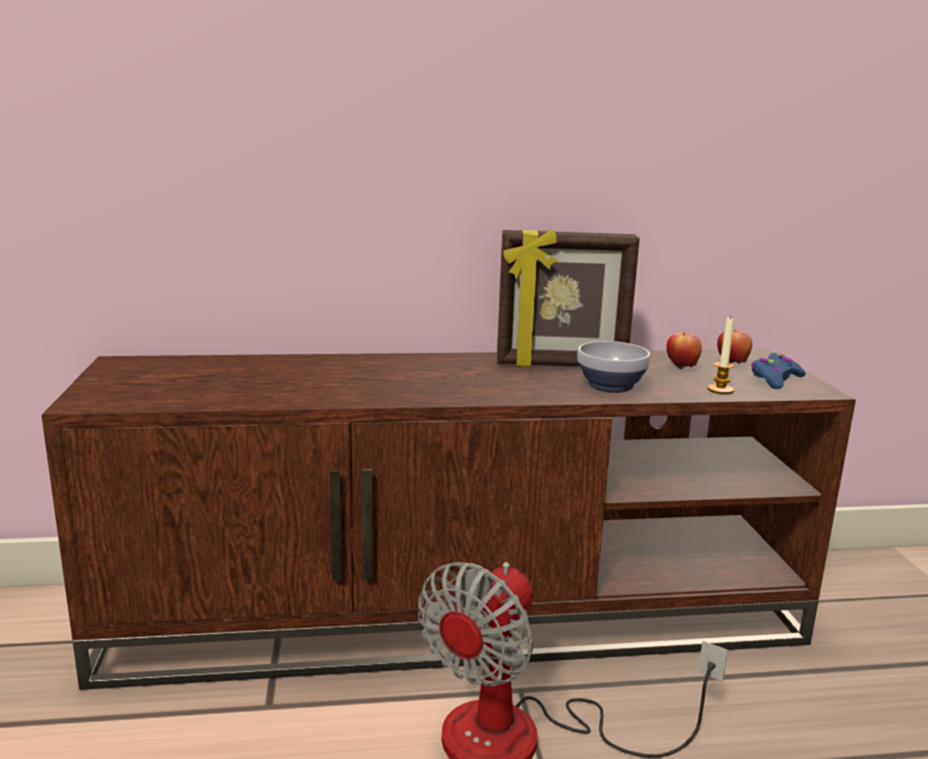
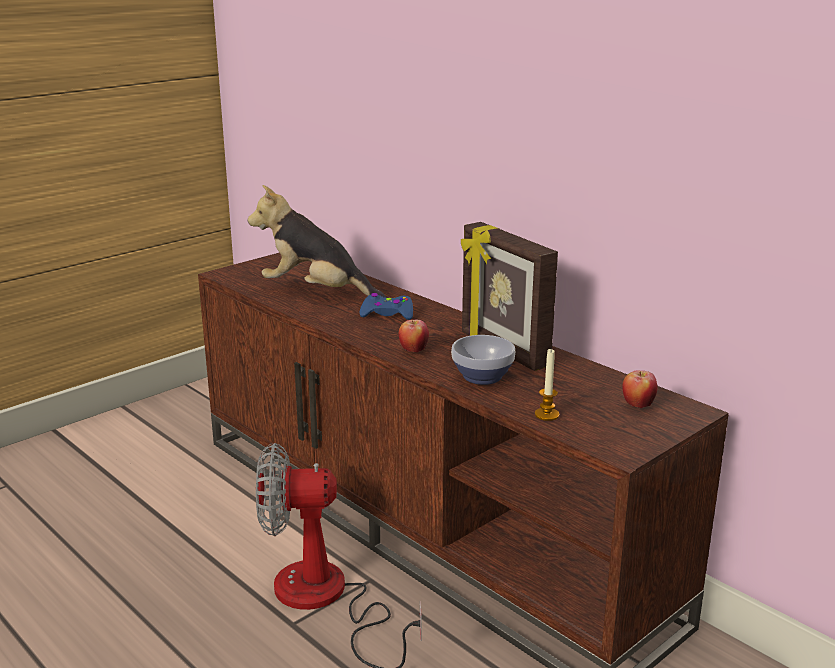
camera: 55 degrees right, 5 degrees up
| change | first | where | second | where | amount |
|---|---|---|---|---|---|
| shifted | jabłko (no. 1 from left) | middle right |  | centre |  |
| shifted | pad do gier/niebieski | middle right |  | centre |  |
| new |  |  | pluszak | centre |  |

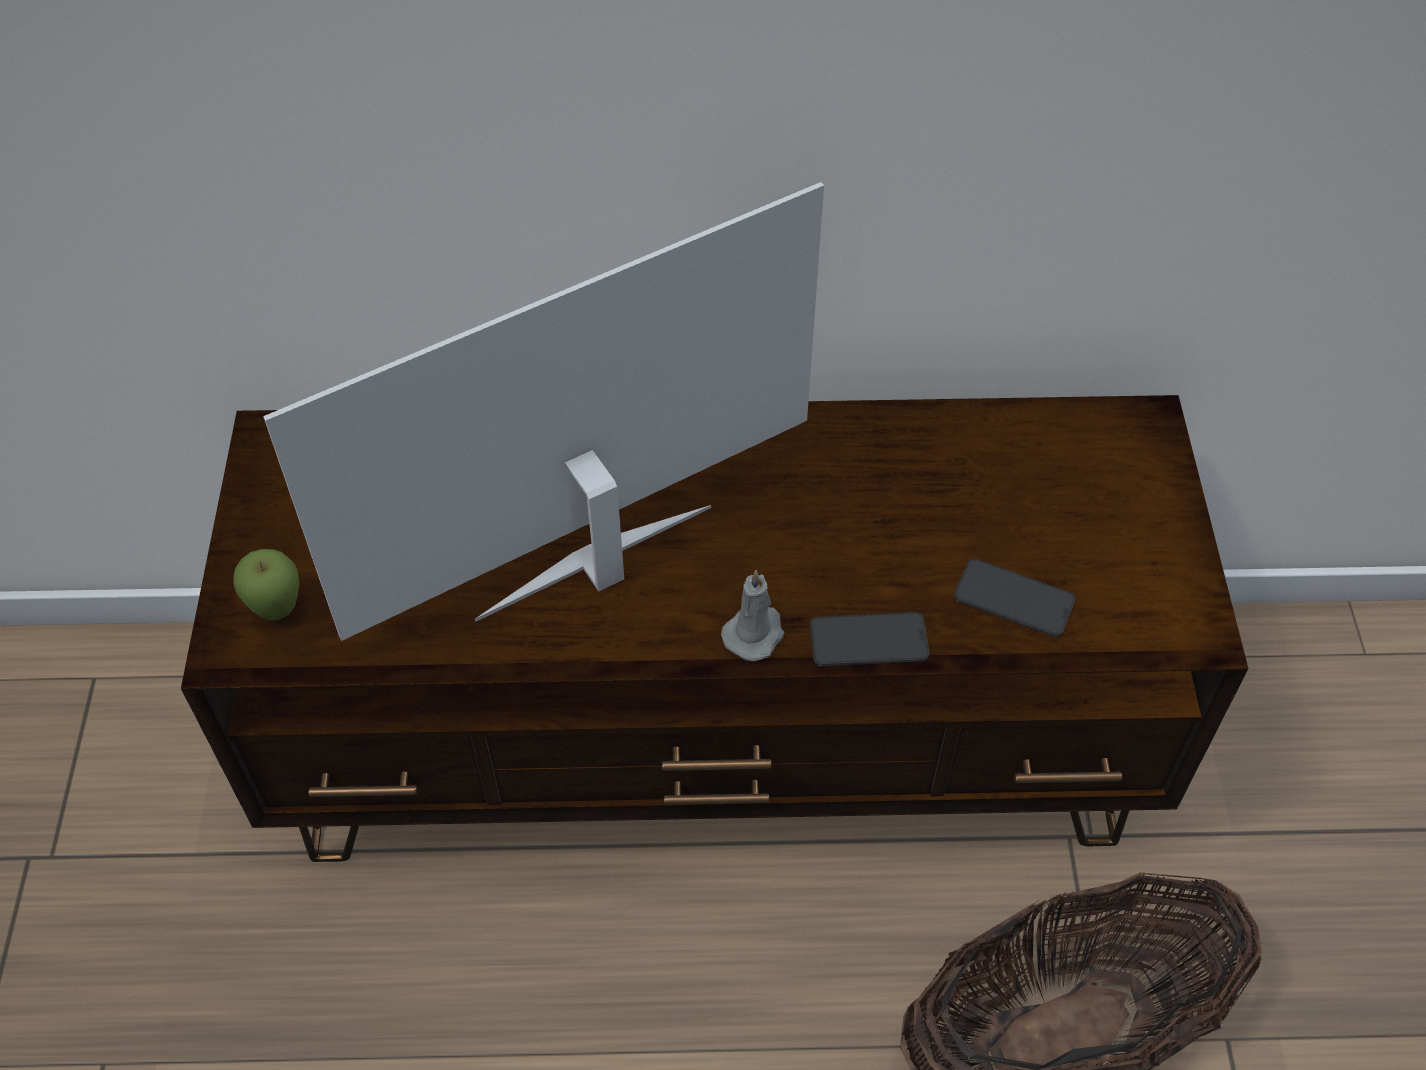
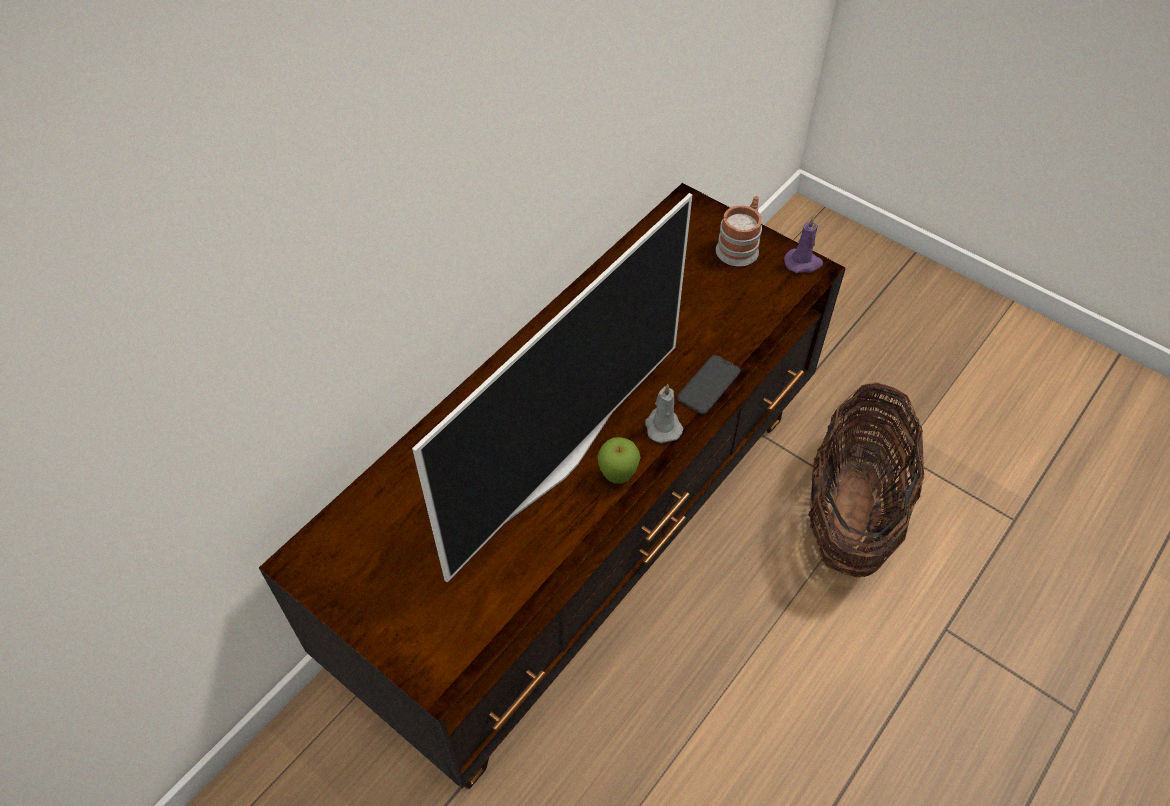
camera: 50 degrees left, 0 degrees up
| change | first | where | second | where | amount |
|---|---|---|---|---|---|
| shifted | jabłko | middle left |  | centre |  |
| rotated | telewizor | centre |  | centre | 150 degrees counterclockwise |
| gone | telefon (no. 2 from left) | middle right |  |  |  |
| new |  |  | kubek | top centre |  |
| new |  |  | świeca/fioletowy | top right |  |

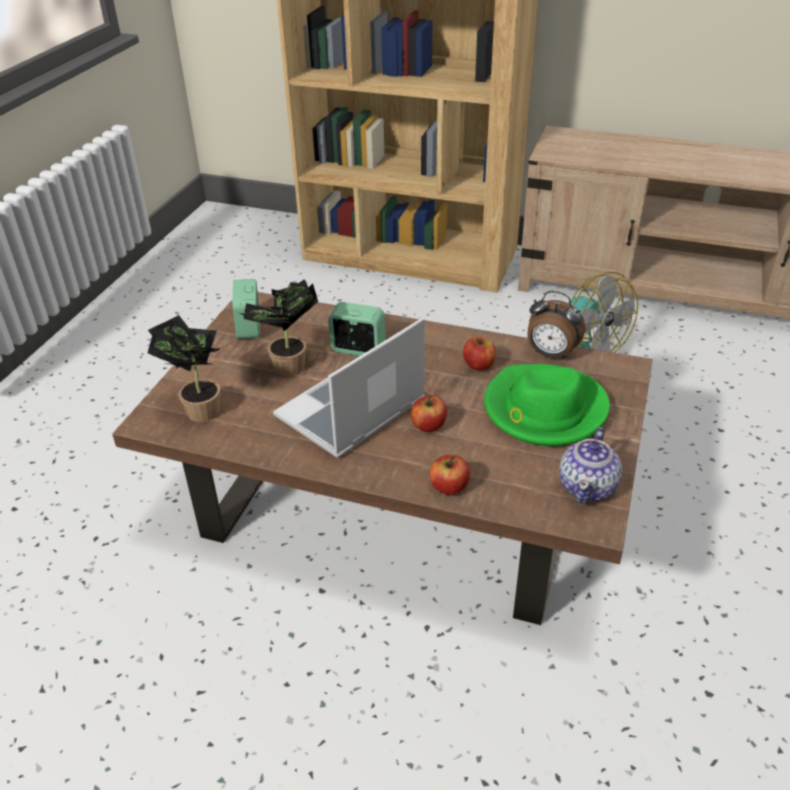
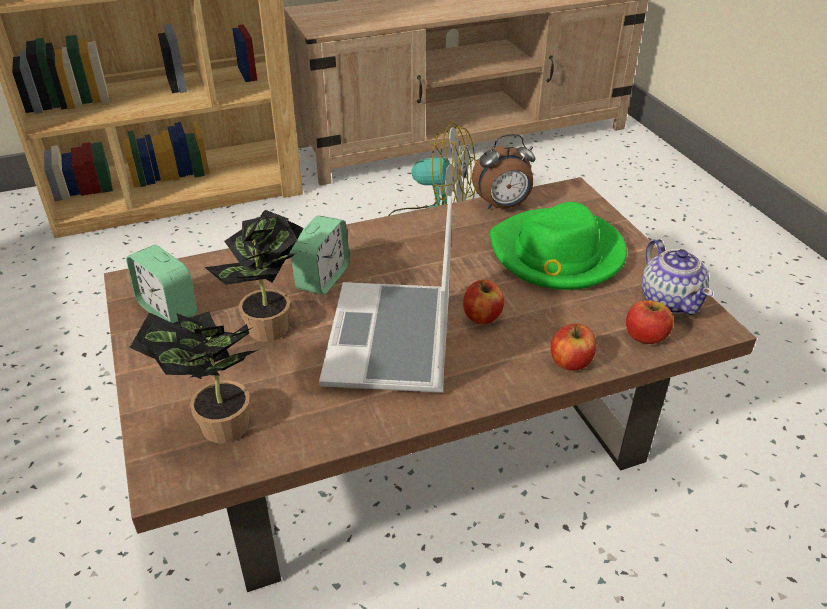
camera: 40 degrees left, 0 degrees up
| change | first | where | second | where | amount |
|---|---|---|---|---|---|
| rotated | budzik (no. 2 from left) | centre |  | centre | 135 degrees clockwise |
| shifted | jabłko (no. 3 from left) | centre |  | middle right |  |

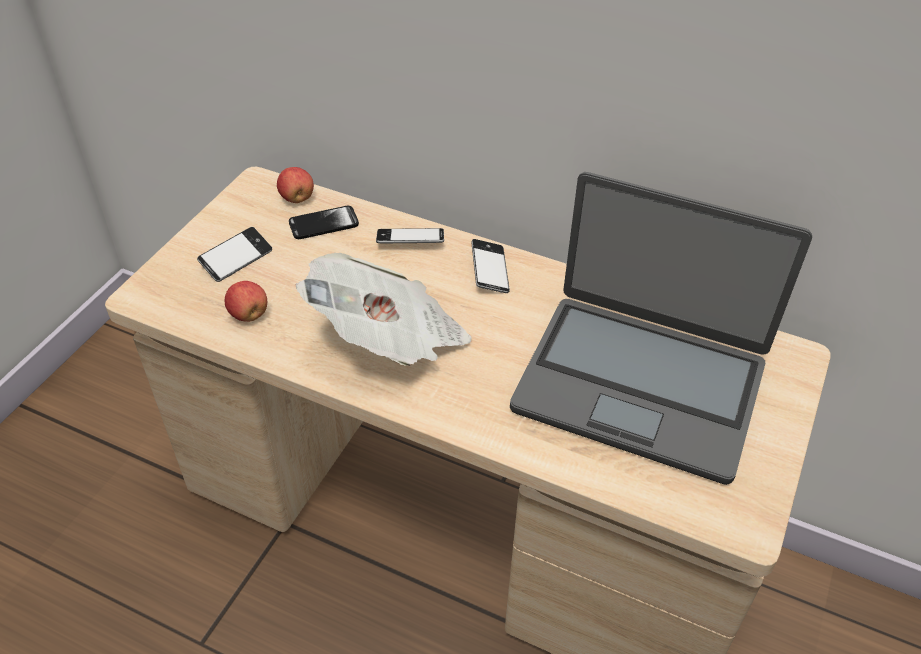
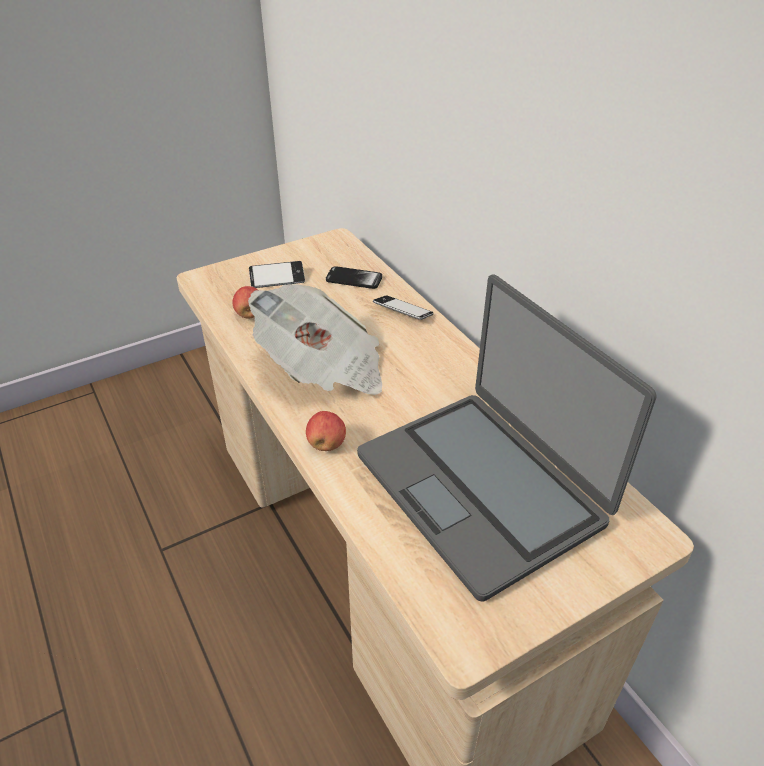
camera: 35 degrees right, 5 degrees down
| change | first | where | second | where | amount |
|---|---|---|---|---|---|
| shifted | jabłko (no. 2 from left) | top left |  | centre |  |
| gone | telefon (no. 4 from left) | centre |  |  |  |

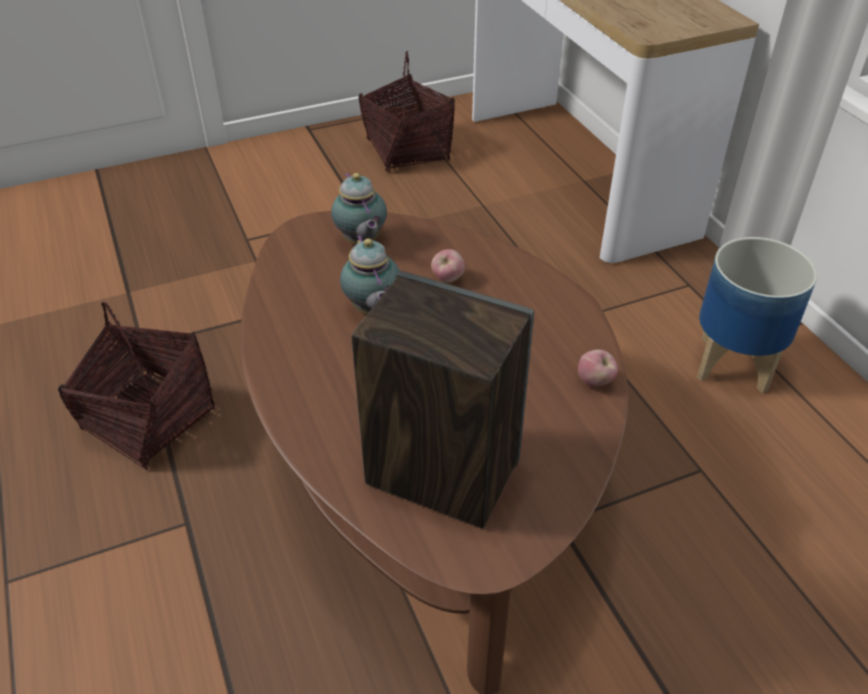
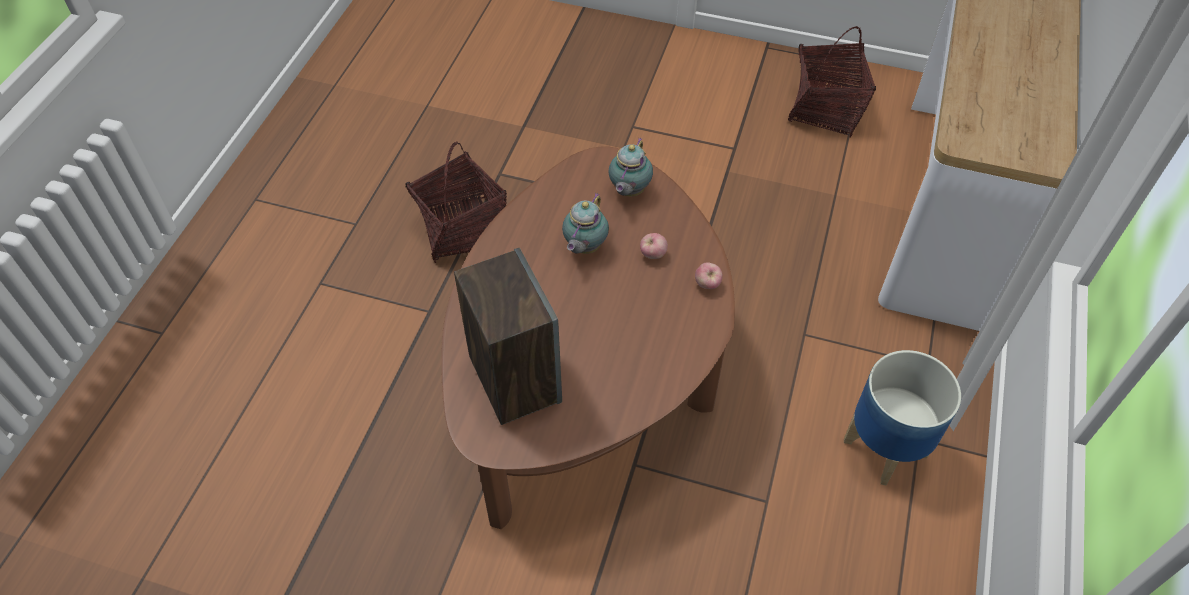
camera: 40 degrees right, 10 degrees up
| change | first | where | second | where | amount |
|---|---|---|---|---|---|
| shifted | jabłko (no. 2 from left) | middle right |  | centre |  |

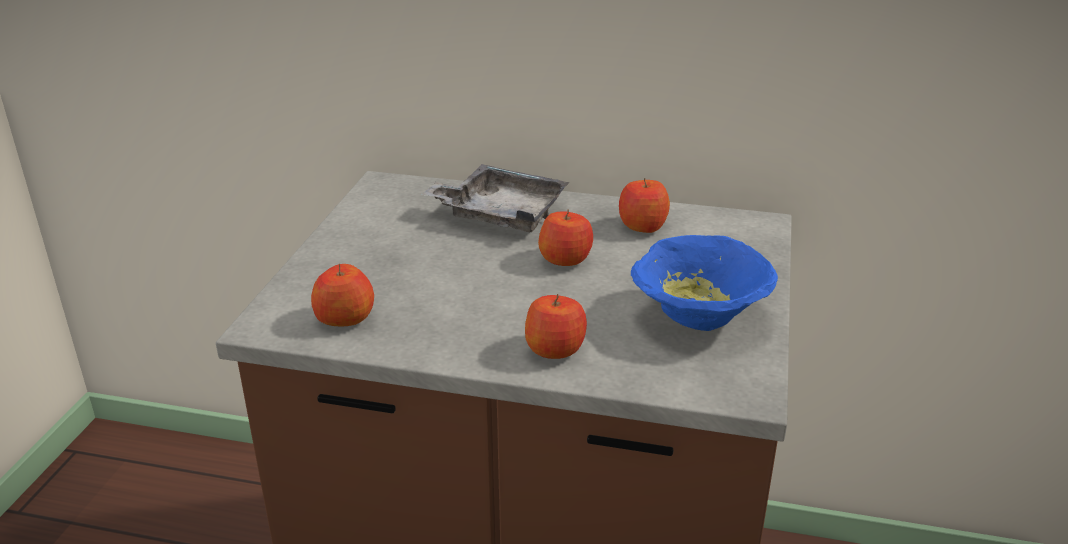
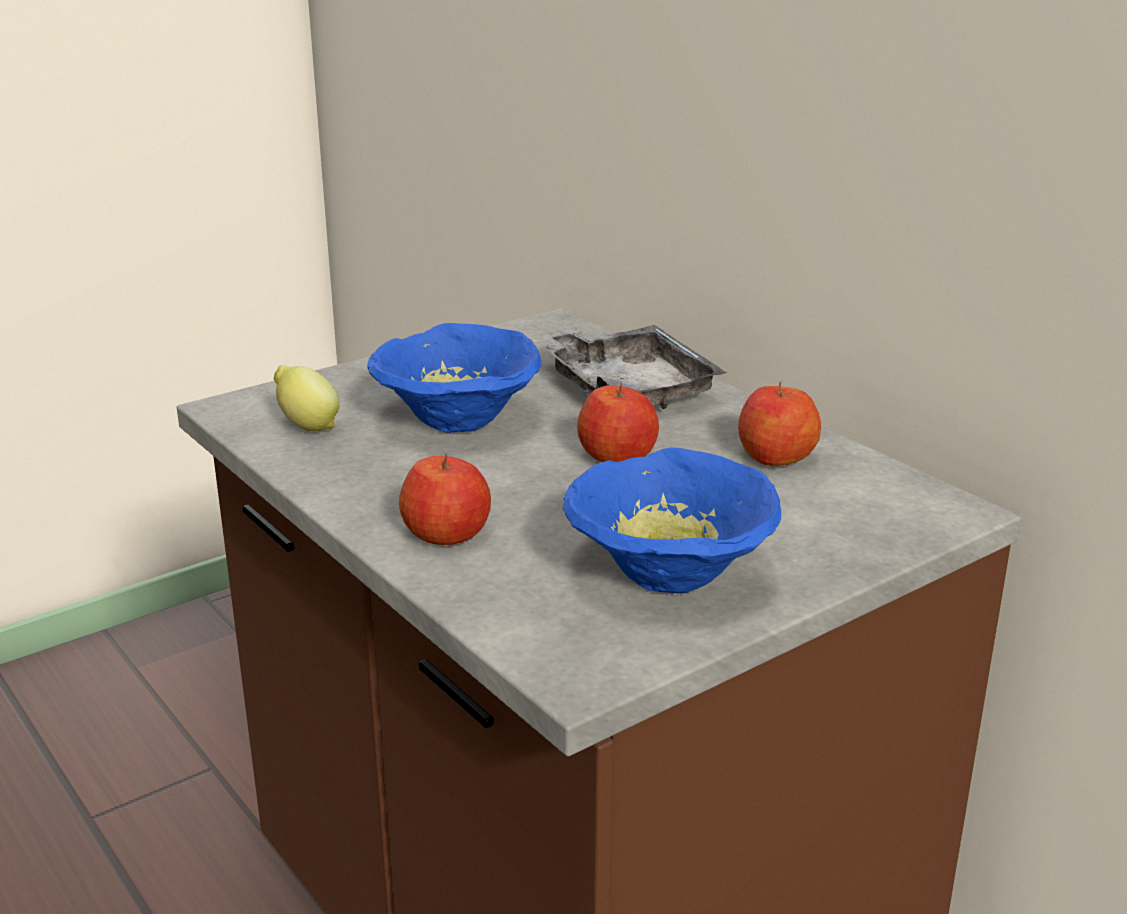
camera: 40 degrees right, 5 degrees down
| change | first | where | second | where | amount |
|---|---|---|---|---|---|
| swapped | jabłko (no. 1 from left) | middle left | cytryna | middle left |  |
| new |  |  | miska/niebieski (no. 1 from left) | centre |  |

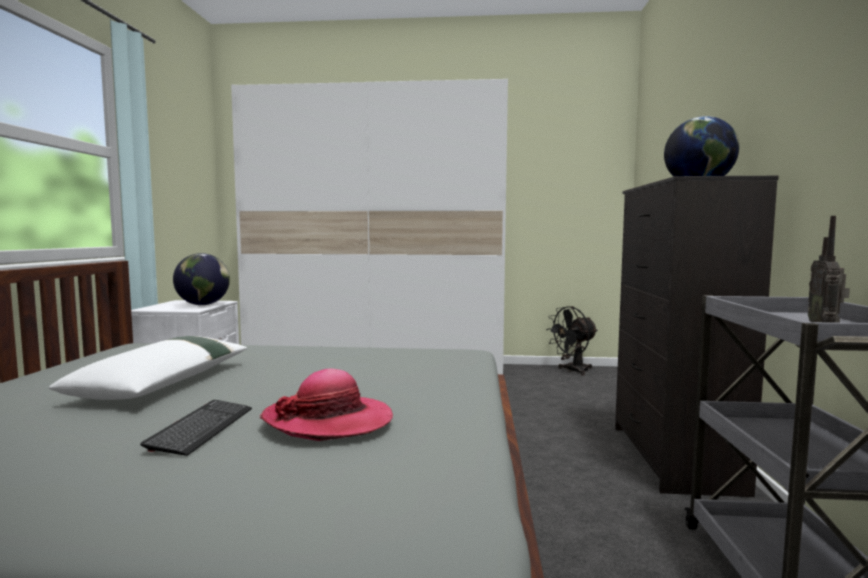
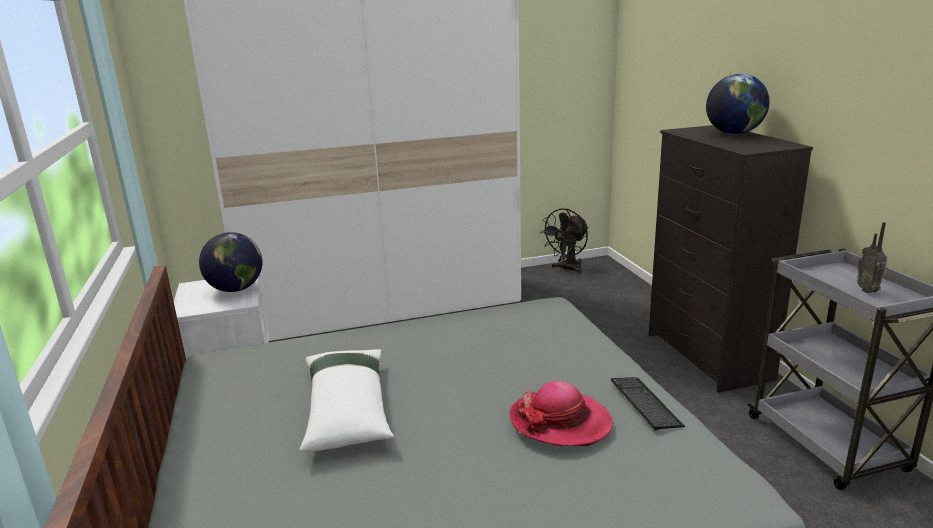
camera: 20 degrees left, 15 degrees up
| change | first | where | second | where | amount |
|---|---|---|---|---|---|
| shifted | klawiatura | bottom left |  | bottom right |  |

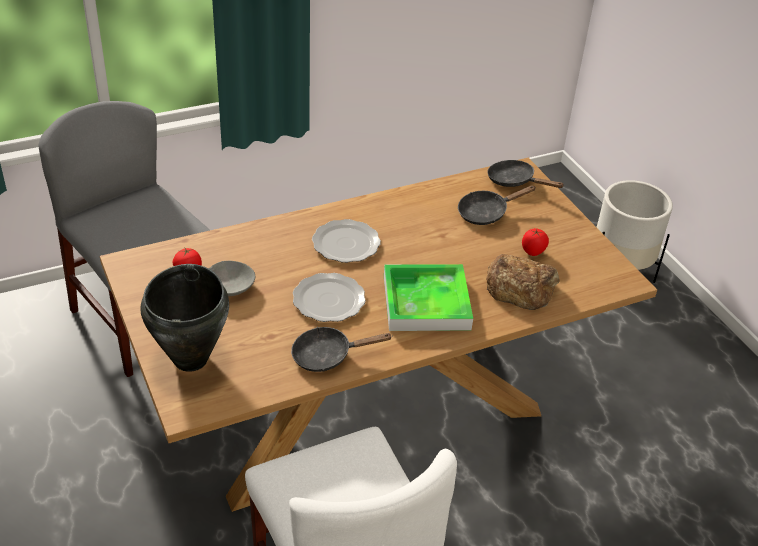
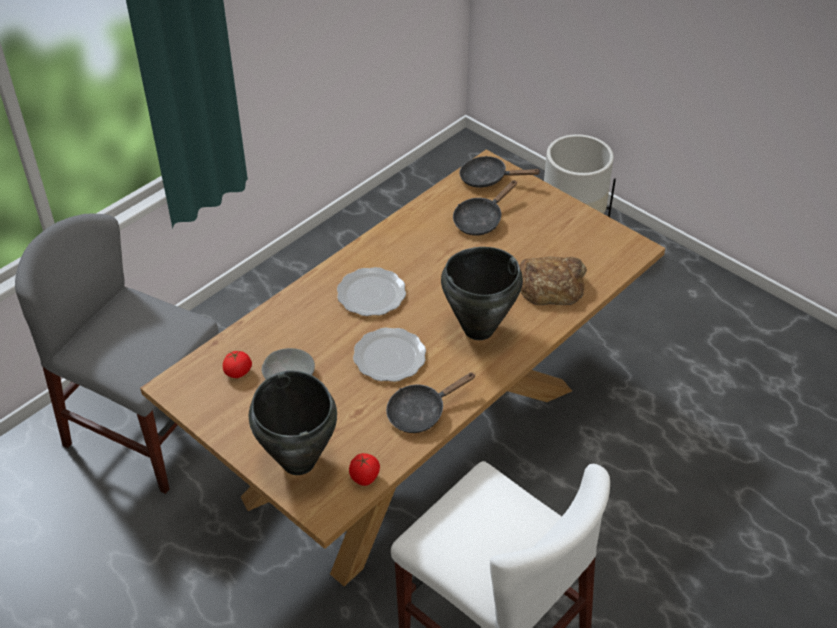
camera: 20 degrees left, 5 degrees up
| change | first | where | second | where | amount |
|---|---|---|---|---|---|
| swapped | taca | centre | garnek/czarny (no. 2 from left) | centre |  |
| shifted | pomidor (no. 2 from left) | middle right |  | bottom centre |  |

